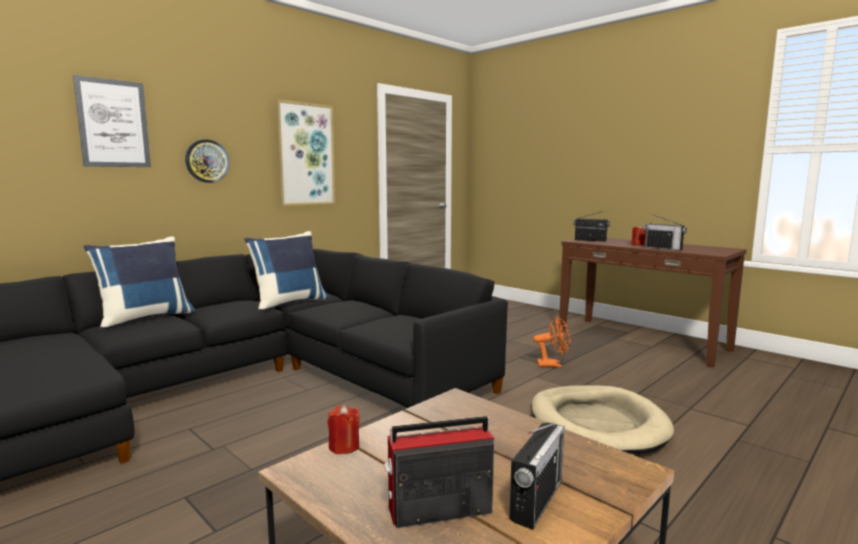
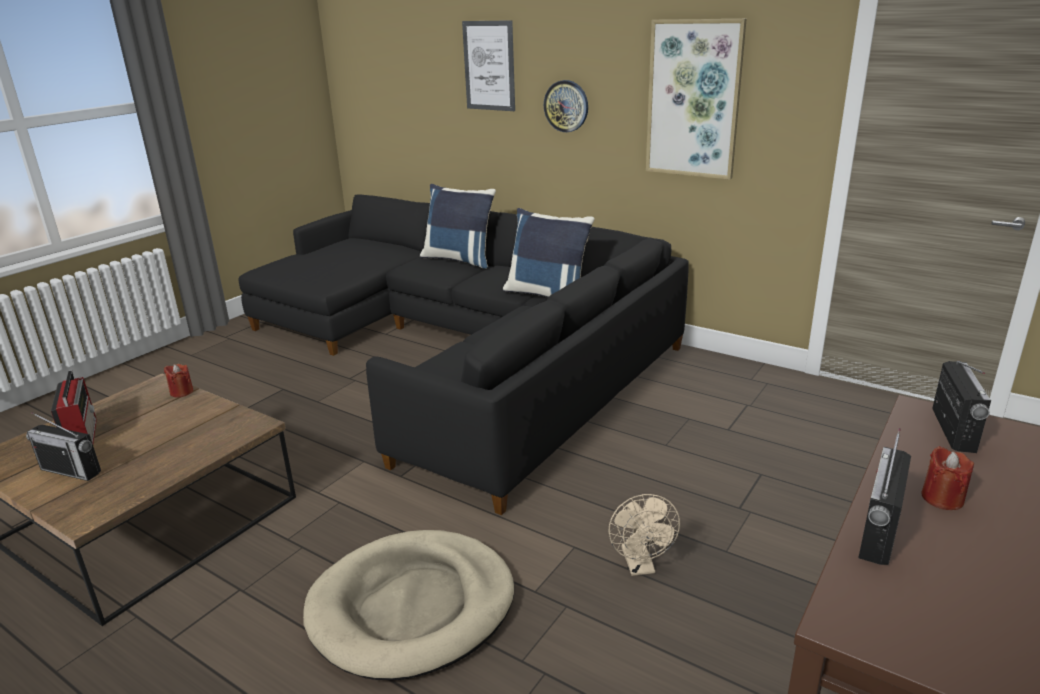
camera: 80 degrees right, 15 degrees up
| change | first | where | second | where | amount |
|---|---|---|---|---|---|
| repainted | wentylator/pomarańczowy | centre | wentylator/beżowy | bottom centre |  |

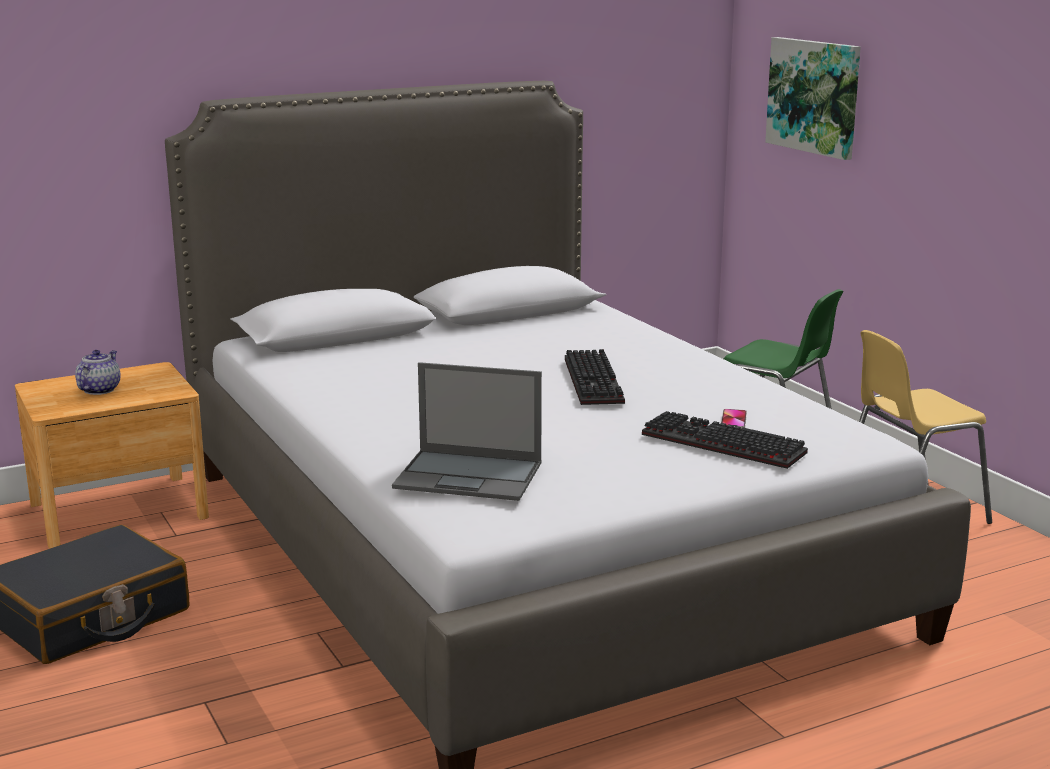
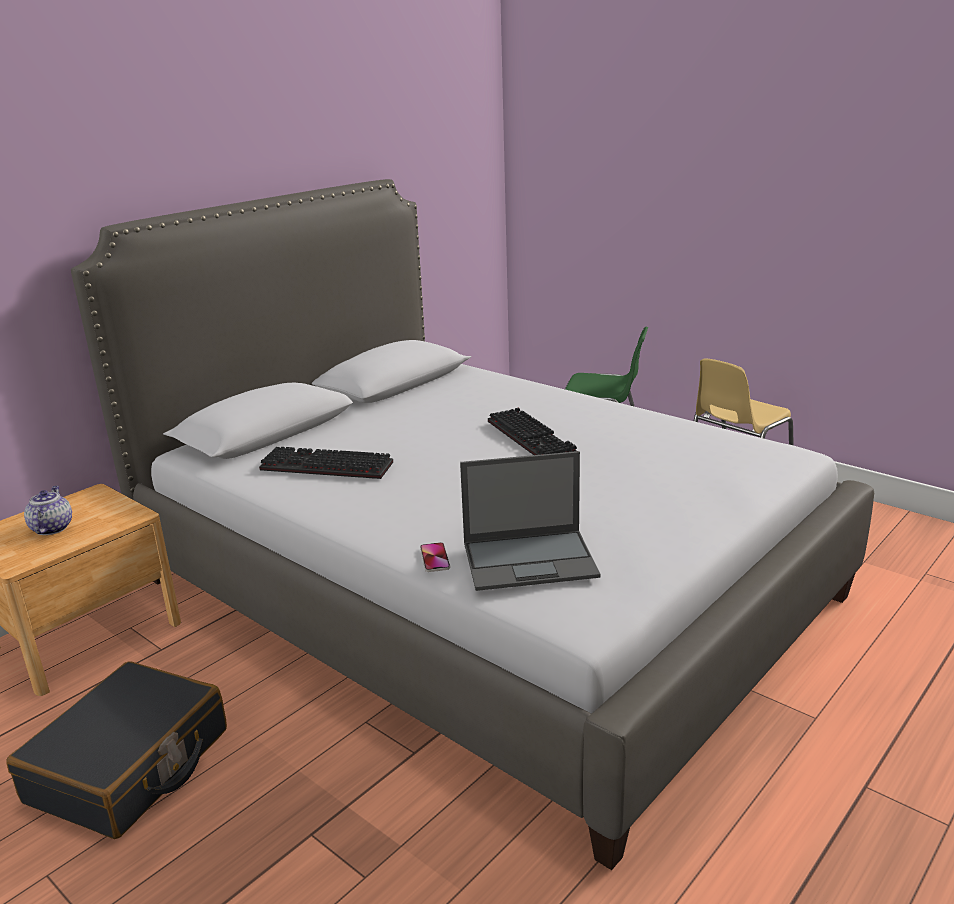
camera: 20 degrees left, 5 degrees up
| change | first | where | second | where | amount |
|---|---|---|---|---|---|
| shifted | klawiatura (no. 2 from left in the first image) | middle right | klawiatura (no. 1 from left) | centre |  |
| shifted | telefon | middle right |  | centre |  |
| gone | obraz | top right |  |  |  |

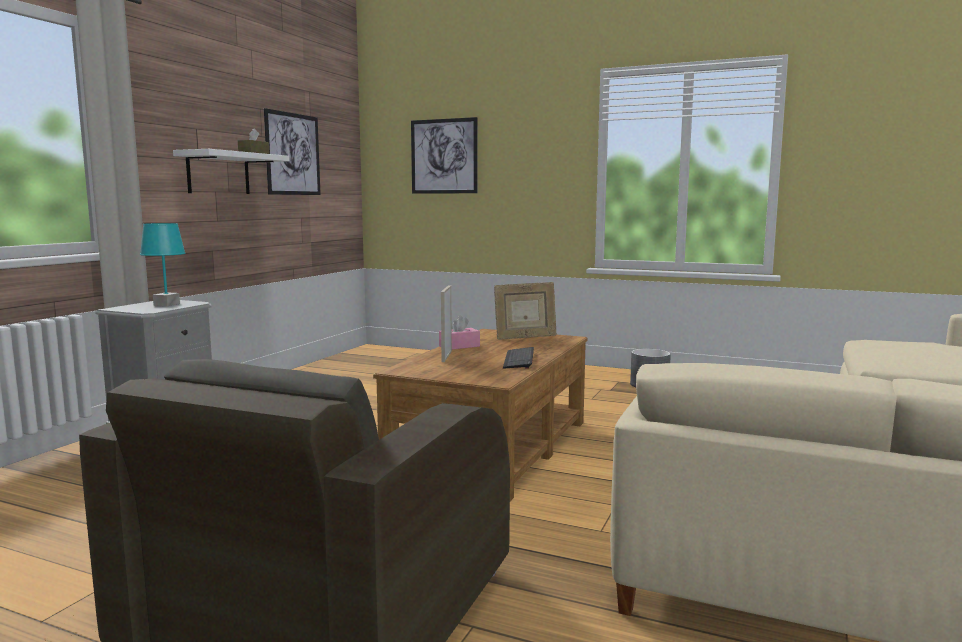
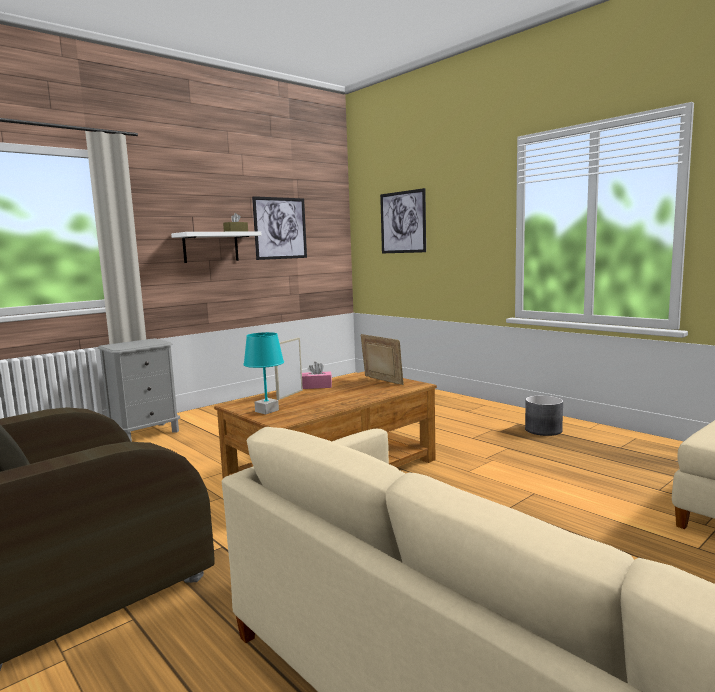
camera: 25 degrees right, 0 degrees up
| change | first | where | second | where | amount |
|---|---|---|---|---|---|
| shifted | lampa stołowa/turkusowy | middle left |  | centre |  |
| rotated | ramka na zdjęcie (no. 2 from left) | centre |  | centre | 150 degrees counterclockwise |
| gone | klawiatura | centre |  |  |  |

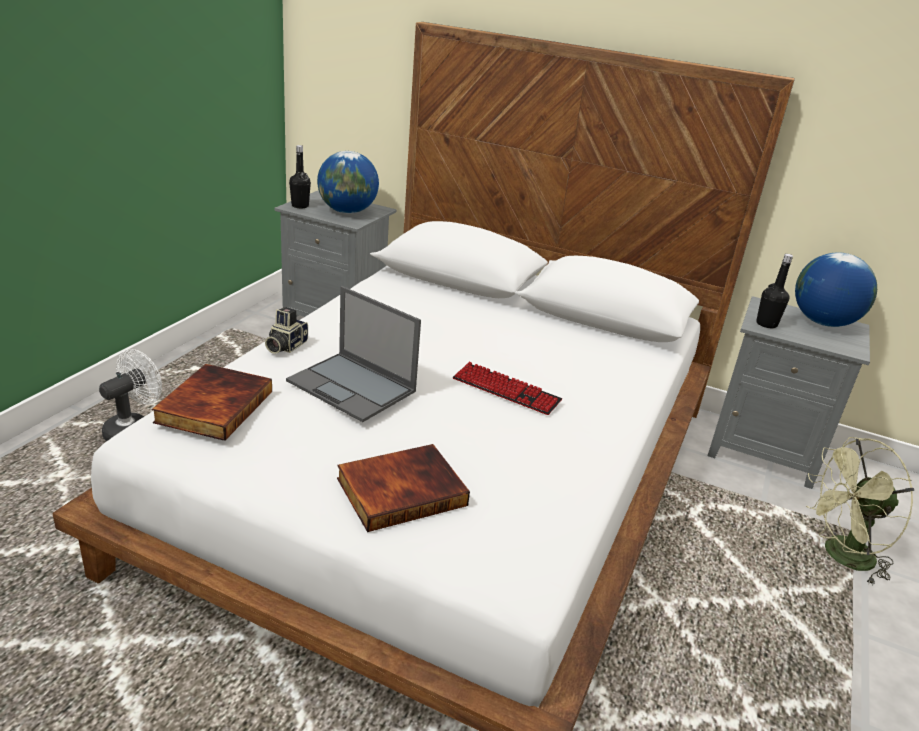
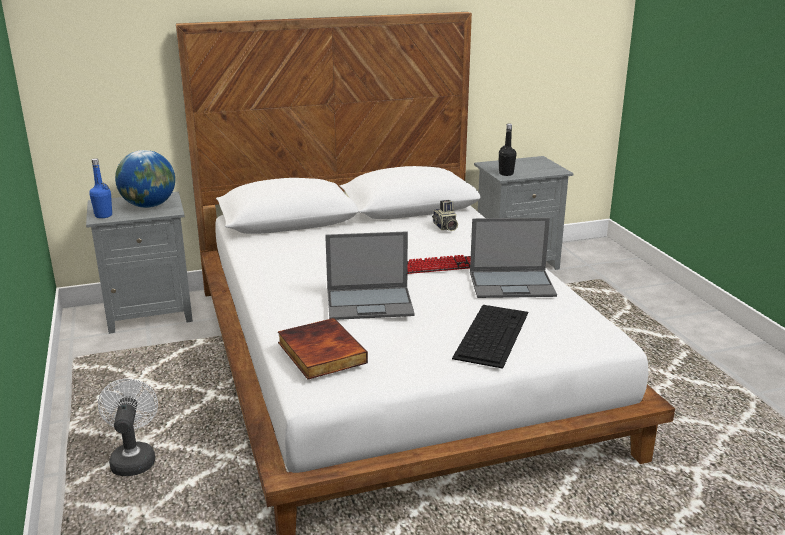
camera: 40 degrees left, 5 degrees down
| change | first | where | second | where | amount |
|---|---|---|---|---|---|
| shifted | aparat fotograficzny | middle left |  | centre |  |
| repainted | butelka/czarny (no. 1 from left) | top left | butelka/niebieski | middle left |  |
| swapped | książka (no. 2 from left) | bottom centre | klawiatura (no. 2 from left) | centre |  |
| gone | globus (no. 2 from left) | middle right |  |  |  |
| gone | wentylator/zielony | bottom right |  |  |  |
| new |  |  | laptop (no. 2 from left) | centre |  |

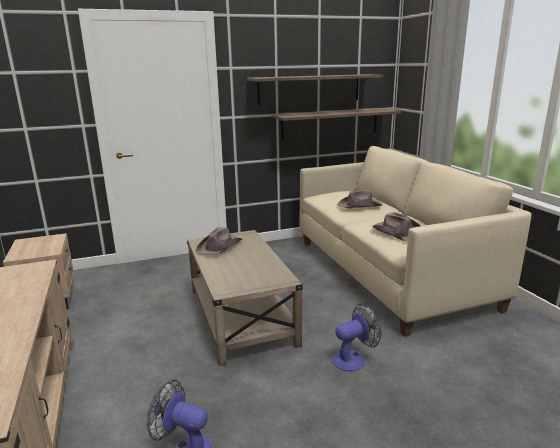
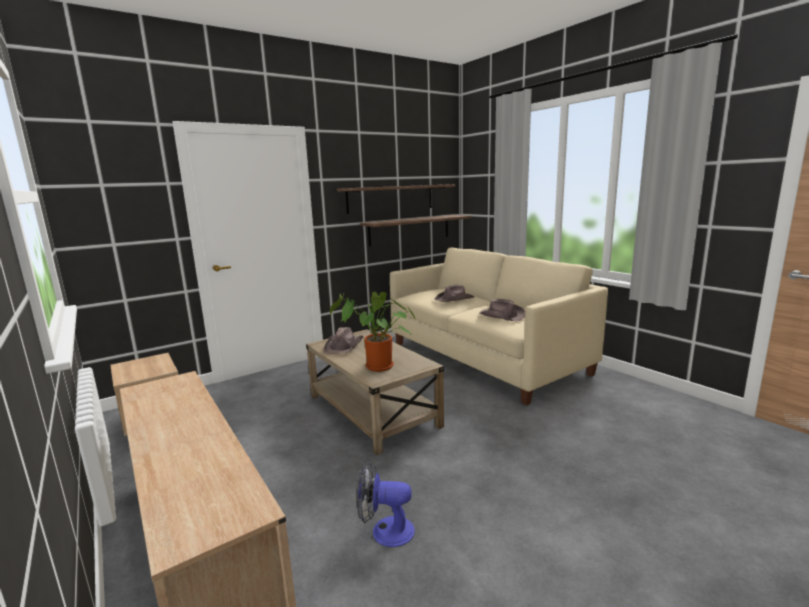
camera: 15 degrees left, 5 degrees down
| change | first | where | second | where | amount |
|---|---|---|---|---|---|
| gone | wentylator (no. 2 from left) | bottom centre |  |  |  |
| new |  |  | roślina doniczkowa | centre |  |

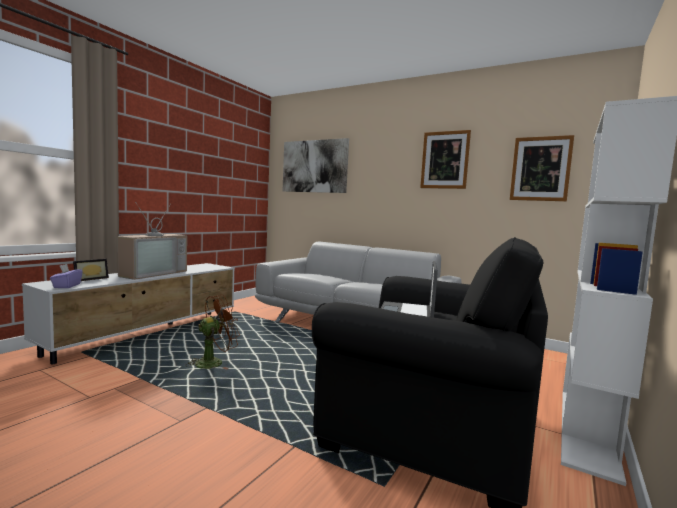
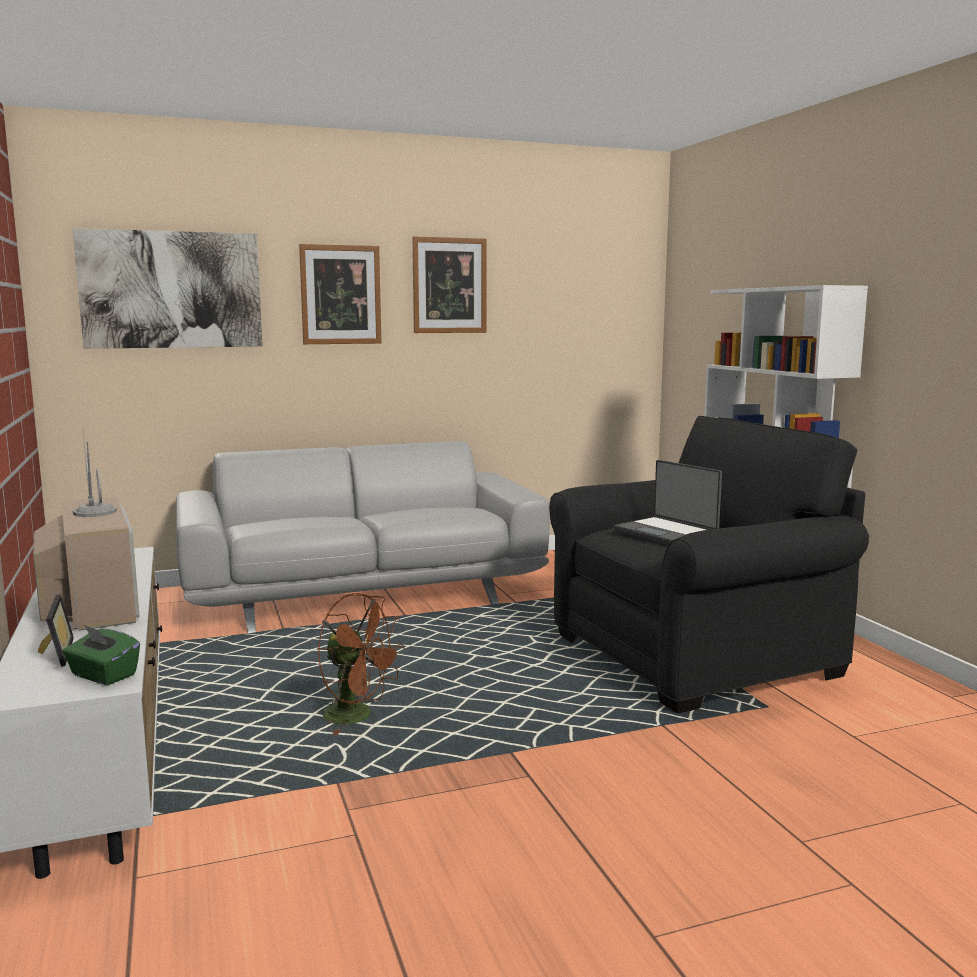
camera: 50 degrees left, 5 degrees up
| change | first | where | second | where | amount |
|---|---|---|---|---|---|
| repainted | pudełko chusteczek/fioletowy | middle left | pudełko chusteczek/zielony | bottom left |  |
| rotated | wentylator/brązowy | middle left |  | bottom centre | 120 degrees clockwise |
| shifted | obraz (no. 3 from left in the first image) | top right | obraz (no. 2 from left) | top centre |  |

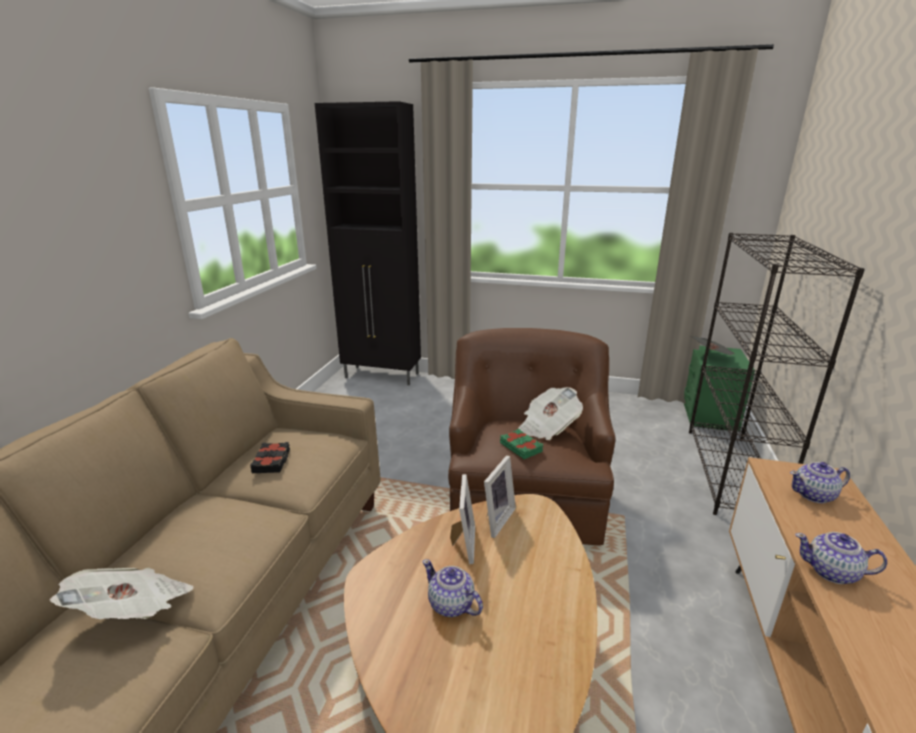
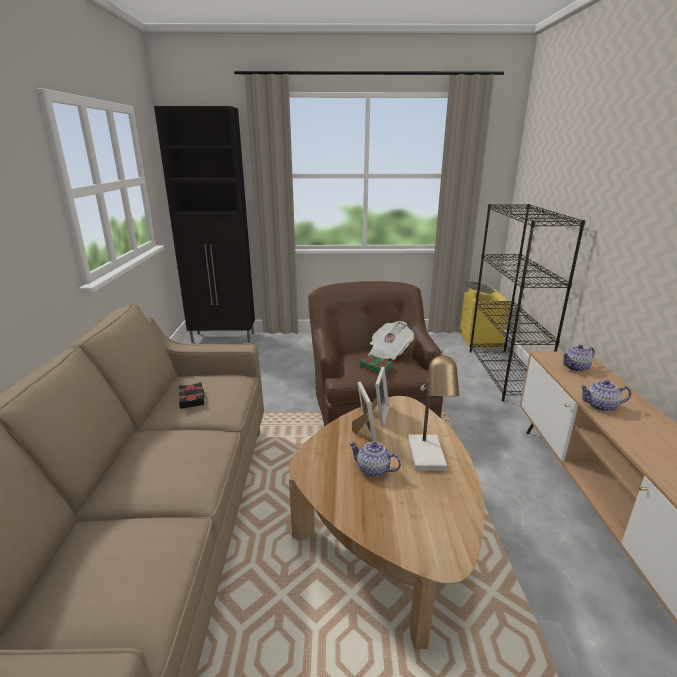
camera: 15 degrees left, 0 degrees up
| change | first | where | second | where | amount |
|---|---|---|---|---|---|
| gone | gazeta (no. 1 from left) | bottom left |  |  |  |
| repainted | szafka nocna/zielony | middle right | szafka nocna/żółty | middle right |  |
| new |  |  | lampa stołowa | centre |  |

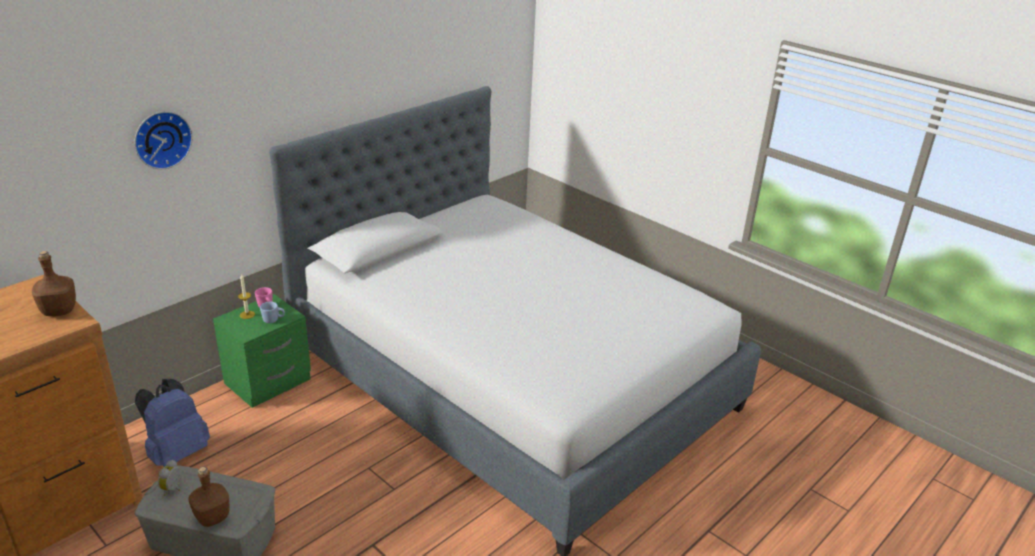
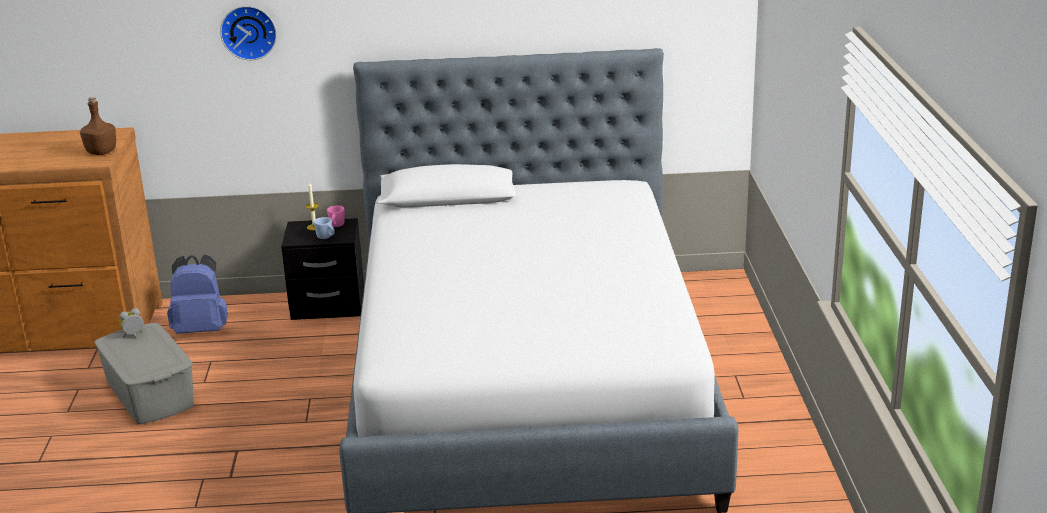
camera: 45 degrees right, 5 degrees down
| change | first | where | second | where | amount |
|---|---|---|---|---|---|
| gone | butelka/brązowy (no. 2 from left) | bottom left |  |  |  |
| repainted | szafka nocna/zielony | middle left | szafka nocna/czarny | middle left |  |

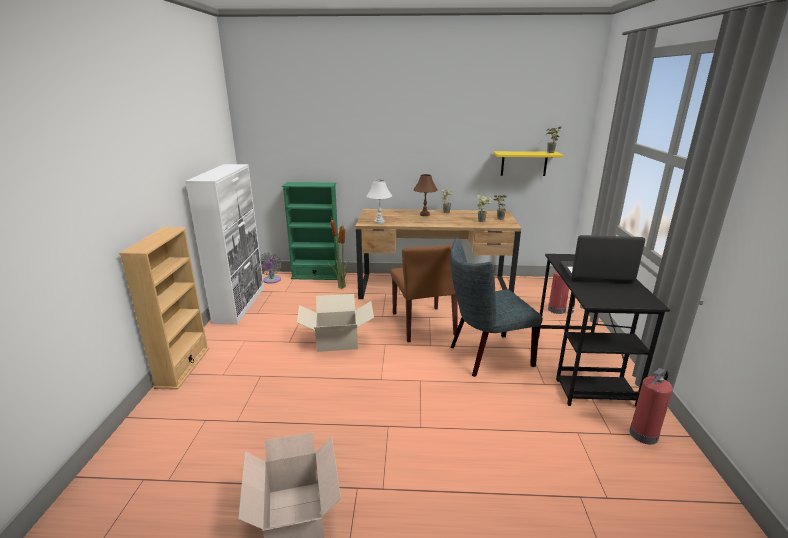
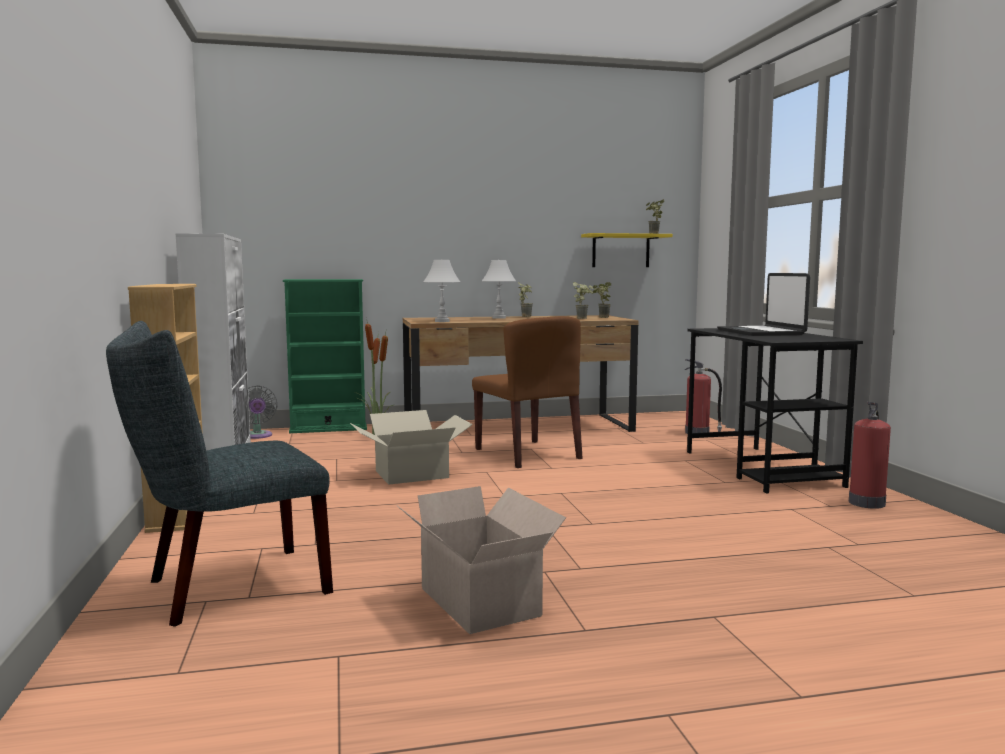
camera: 15 degrees left, 15 degrees down
| change | first | where | second | where | amount |
|---|---|---|---|---|---|
| repainted | lampa stołowa/brązowy | centre | lampa stołowa/biały (no. 2 from left) | centre |  |
| shifted | krzesło/szary | centre |  | middle left |  |
| rotated | laptop | middle right |  | middle right | 90 degrees counterclockwise |

